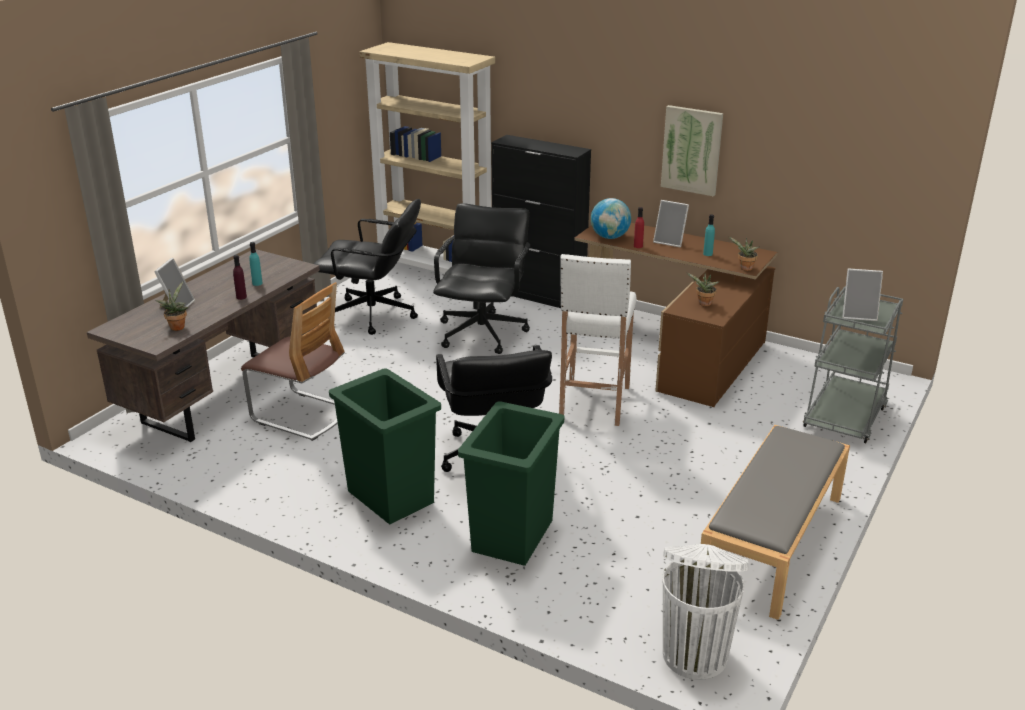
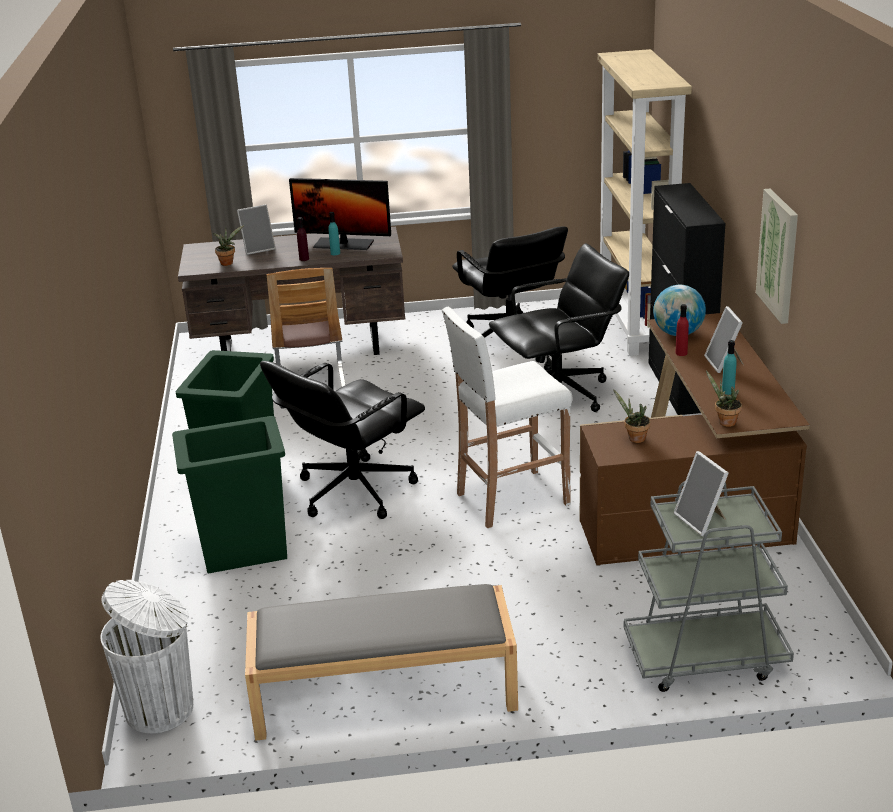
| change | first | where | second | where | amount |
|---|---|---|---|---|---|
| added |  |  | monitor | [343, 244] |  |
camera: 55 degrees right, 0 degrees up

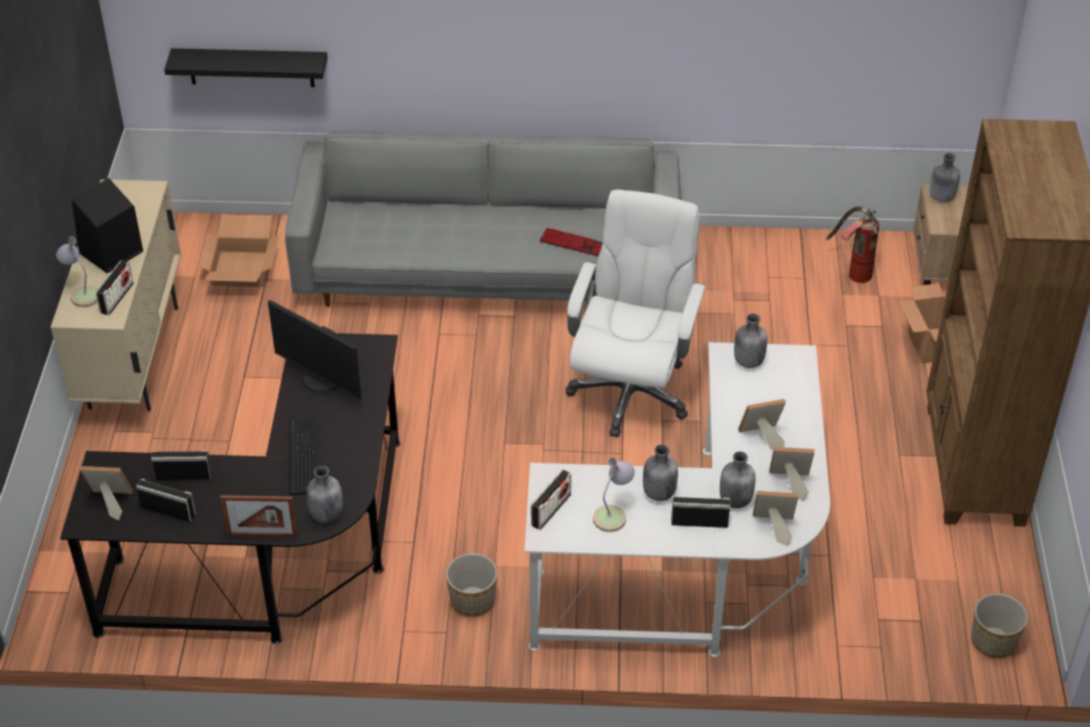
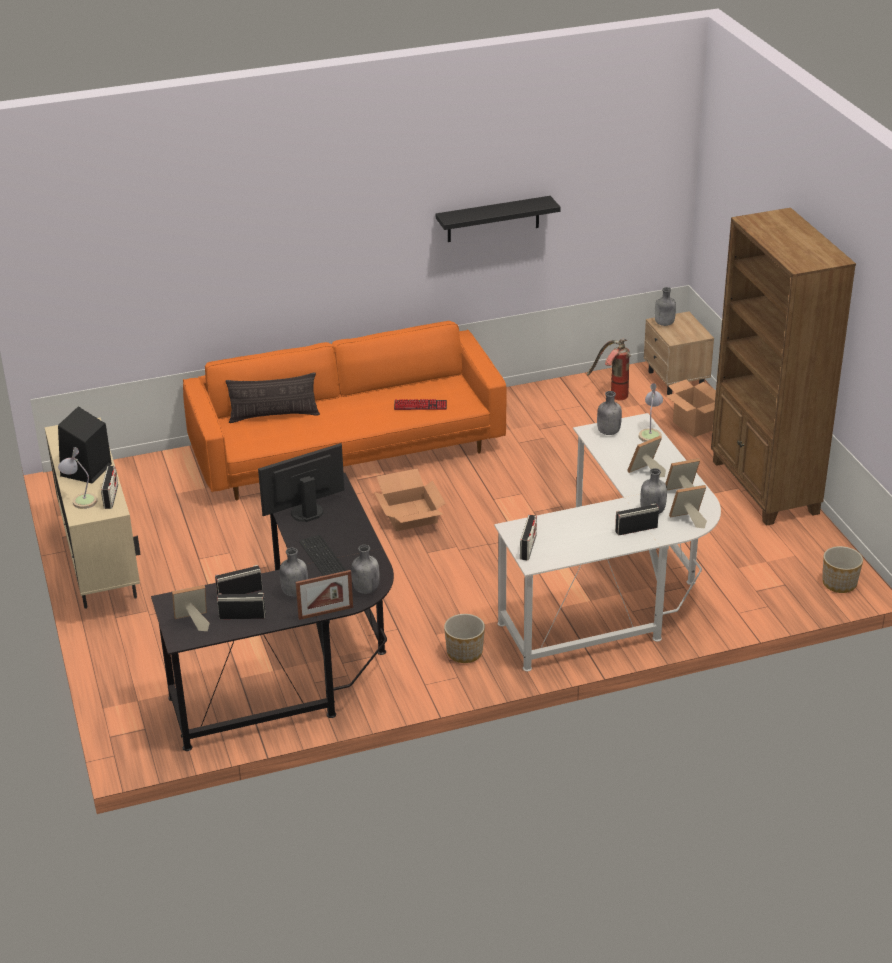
| change | first | where | second | where | amount |
|---|---|---|---|---|---|
| moved | black shelf | [251, 67] |  | [493, 219] |  |
| recoloured | grey sofa | [488, 270] | orange sofa | [347, 450] |  |
| removed | white office chair | [630, 391] |  |  |  |
| moved | cardboard box | [240, 268] |  | [409, 514] |  |
| turned | monitor | [321, 380] |  | [306, 511] | 135 degrees clockwise |
| moved | grey bottle | [658, 493] |  | [294, 592] |  |
| moved | table lamp | [613, 514] |  | [650, 433] |  |
| added |  |  | pillow | [274, 416] |  |
camera: 20 degrees left, 10 degrees down

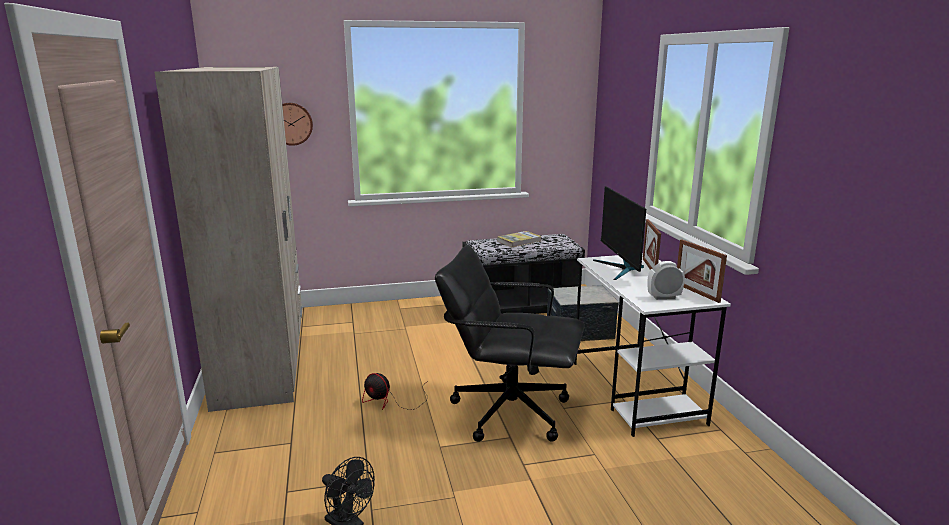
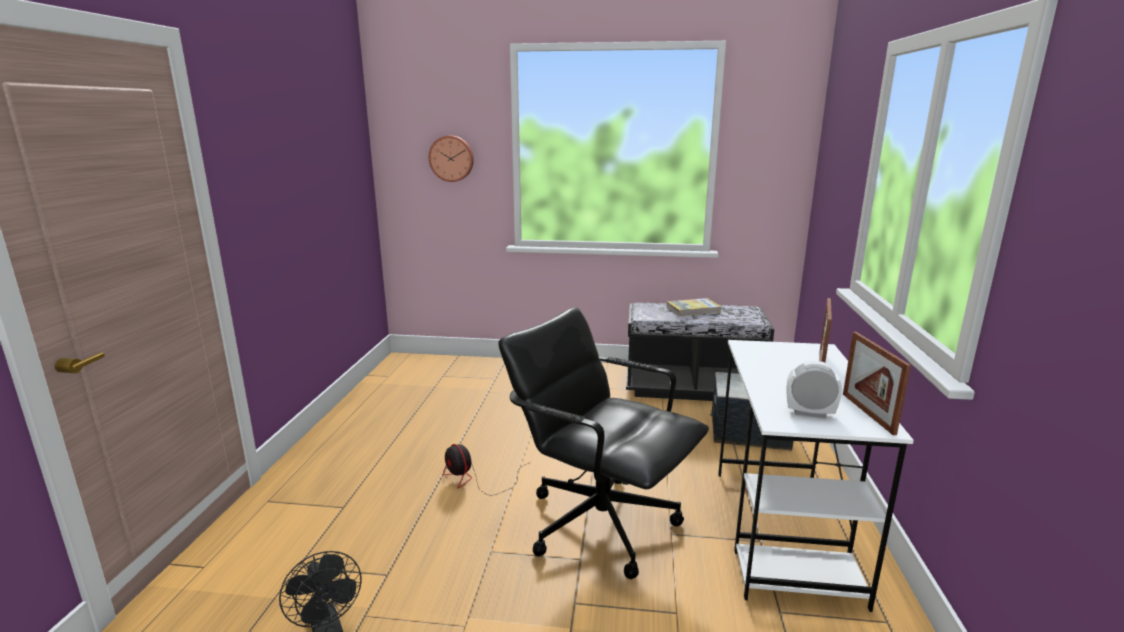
| change | first | where | second | where | amount |
|---|---|---|---|---|---|
| removed | beige wardrobe | [263, 357] |  |  |  |
| removed | monitor | [620, 269] |  |  |  |
camera: 20 degrees right, 0 degrees up

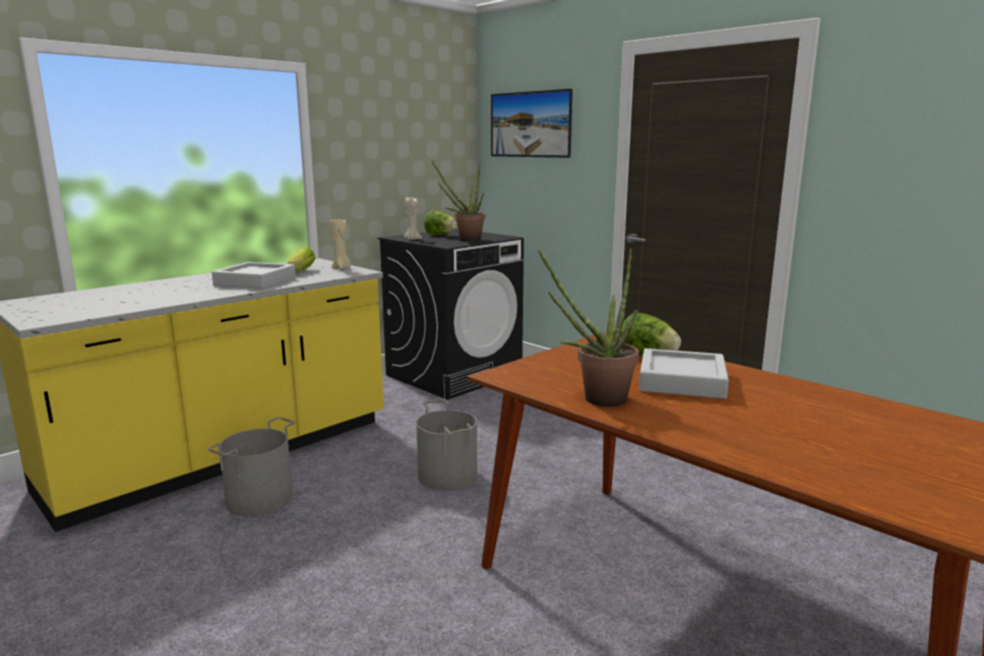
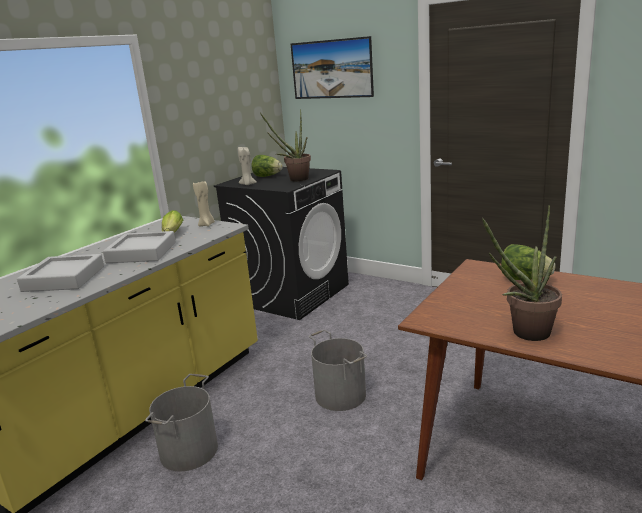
| change | first | where | second | where | amount |
|---|---|---|---|---|---|
| moved | grey tray | [682, 381] |  | [64, 279] |  |
camera: 10 degrees left, 5 degrees up

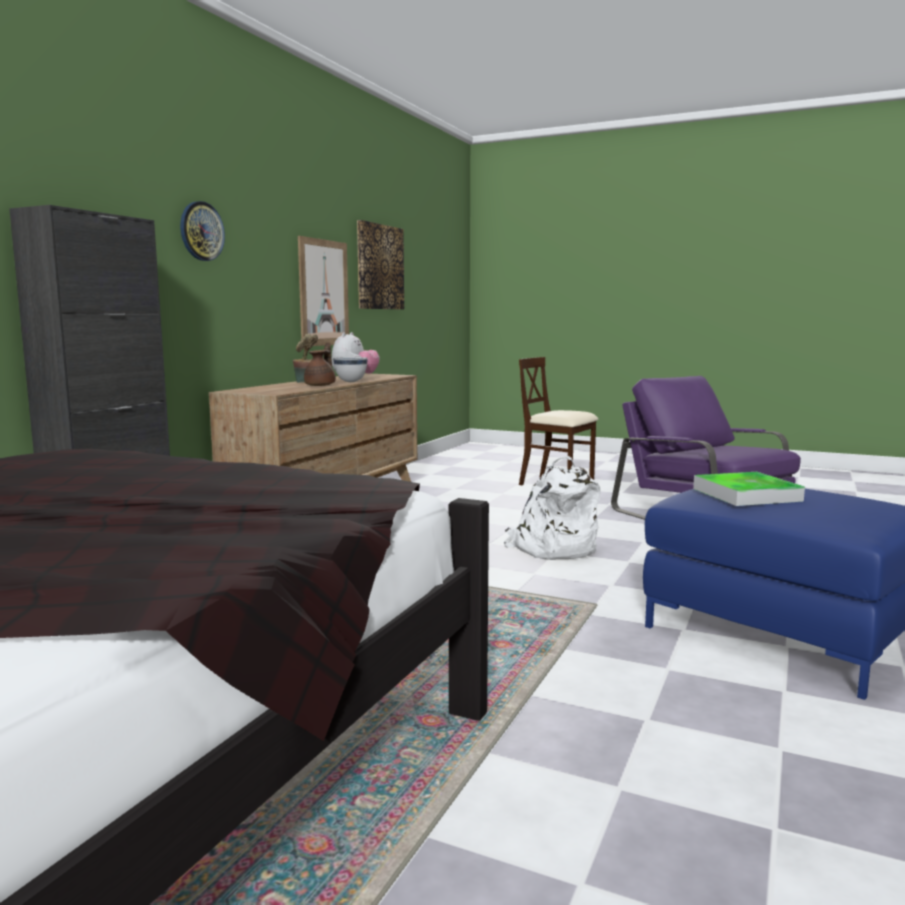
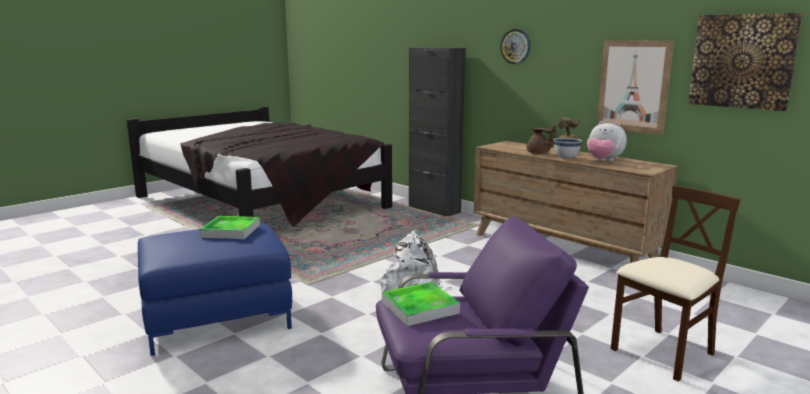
| change | first | where | second | where | amount |
|---|---|---|---|---|---|
| added |  |  | tray | [420, 307] |  |
camera: 110 degrees right, 5 degrees up

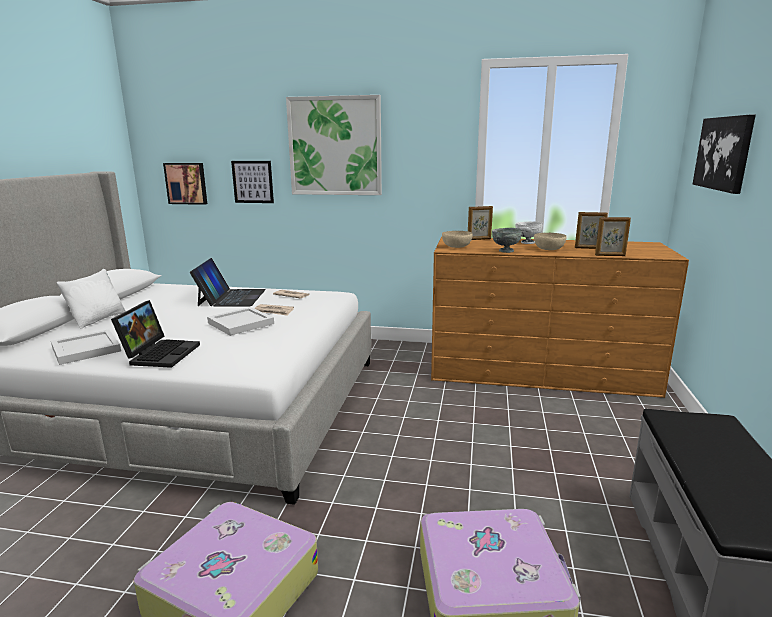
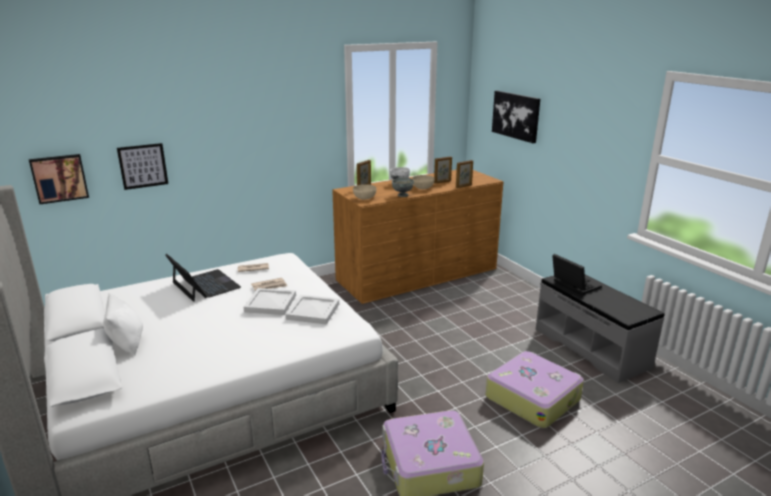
| change | first | where | second | where | amount |
|---|---|---|---|---|---|
| removed | picture | [335, 146] |  |  |  |
| moved | laptop | [160, 353] |  | [573, 284] |  |
| moved | white tray | [85, 349] |  | [312, 311] |  |
camera: 40 degrees left, 5 degrees up

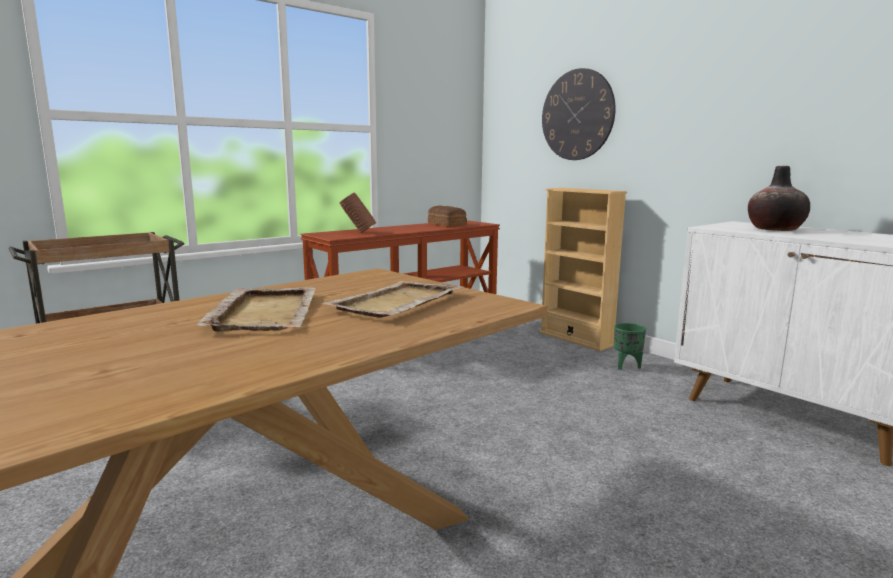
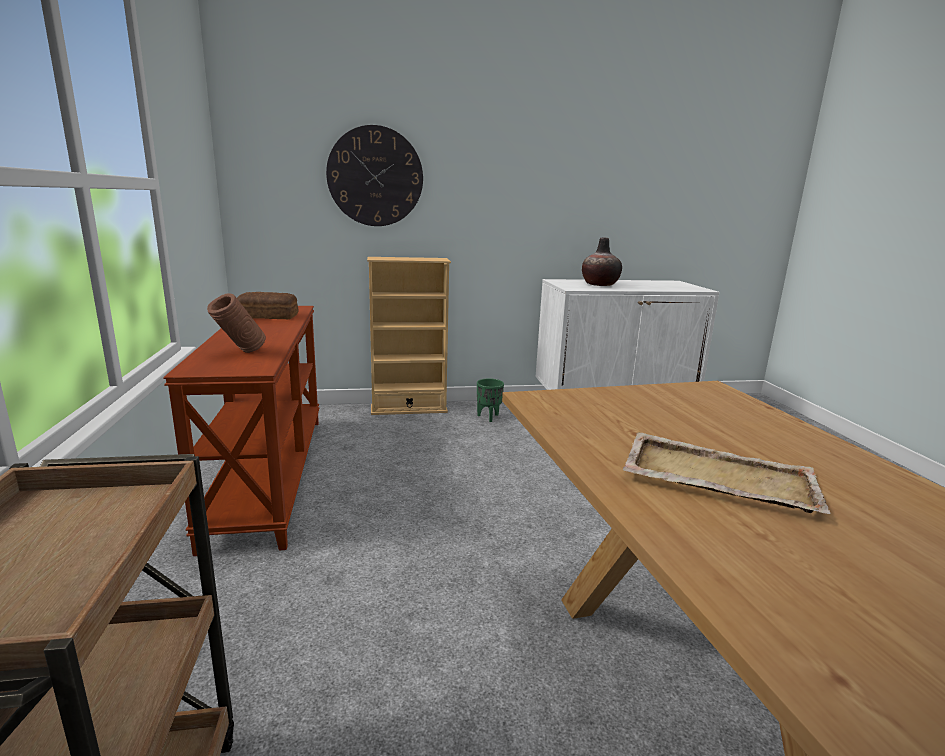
| change | first | where | second | where | amount |
|---|---|---|---|---|---|
| removed | beige tray | [396, 303] |  |  |  |
camera: 60 degrees left, 5 degrees up

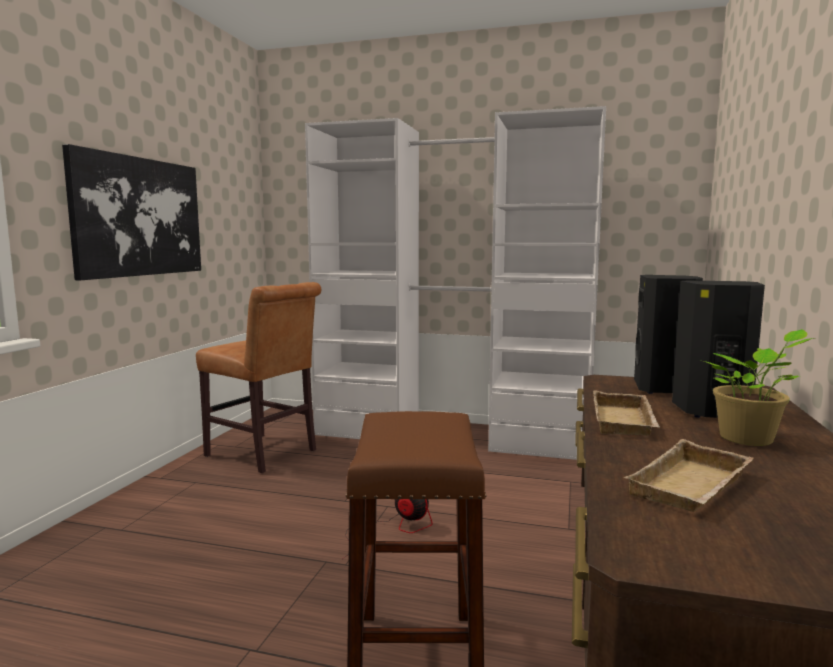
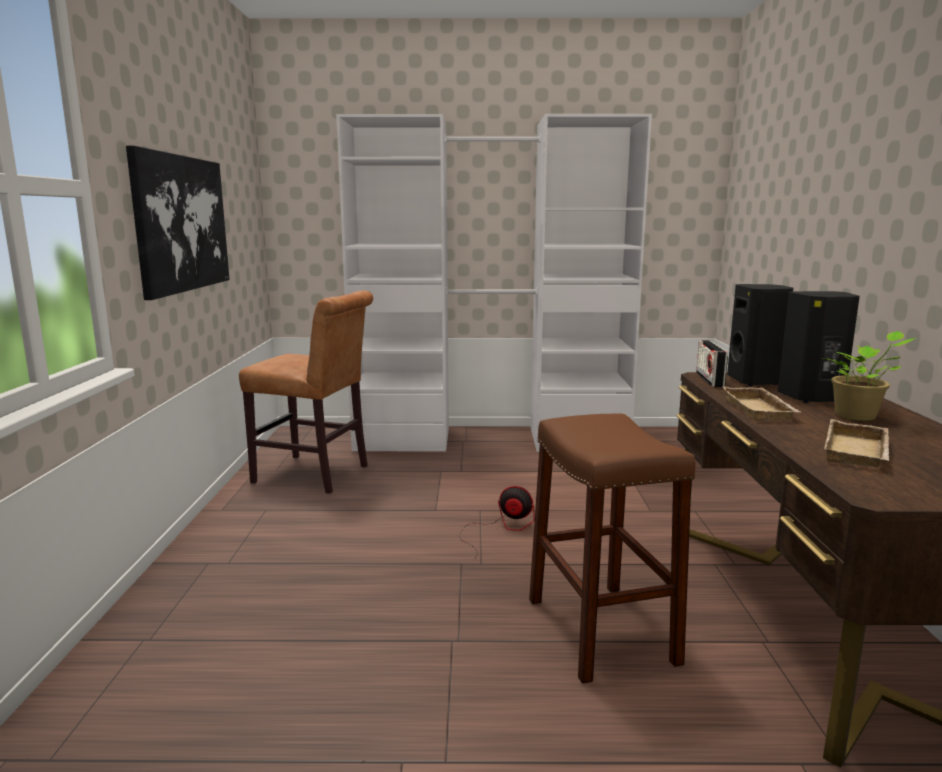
| change | first | where | second | where | amount |
|---|---|---|---|---|---|
| added |  |  | radio | [709, 380] |  |
camera: 15 degrees left, 5 degrees up

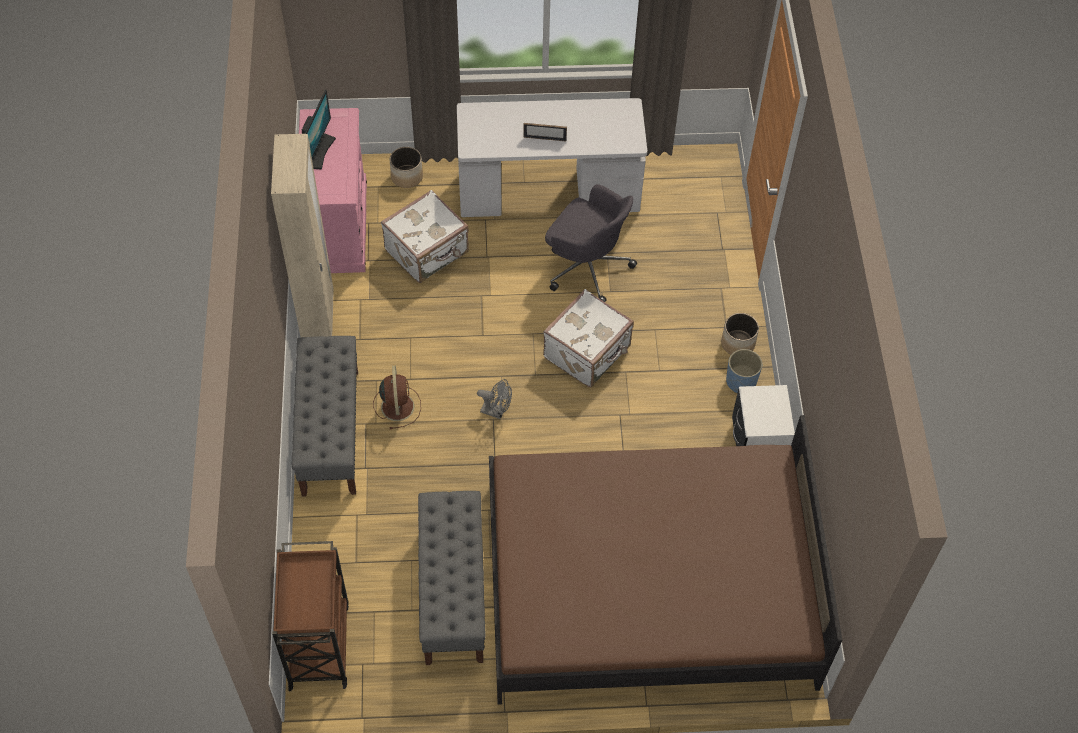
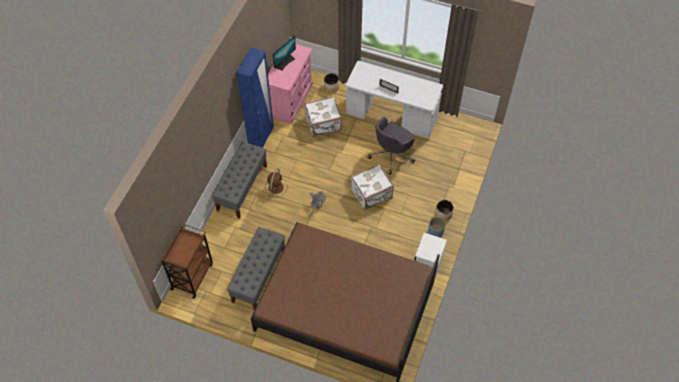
| change | first | where | second | where | amount |
|---|---|---|---|---|---|
| recoloured | beige wardrobe | [319, 321] | blue wardrobe | [261, 138] |  |
| turned | grey office chair | [586, 266] |  | [391, 155] | 75 degrees clockwise |
camera: 25 degrees right, 0 degrees up

